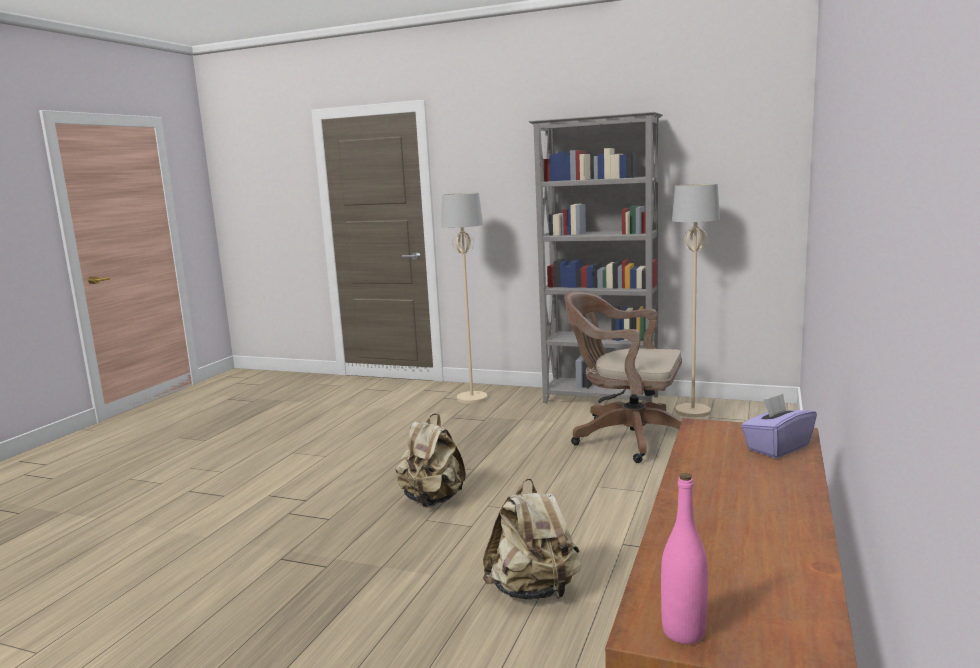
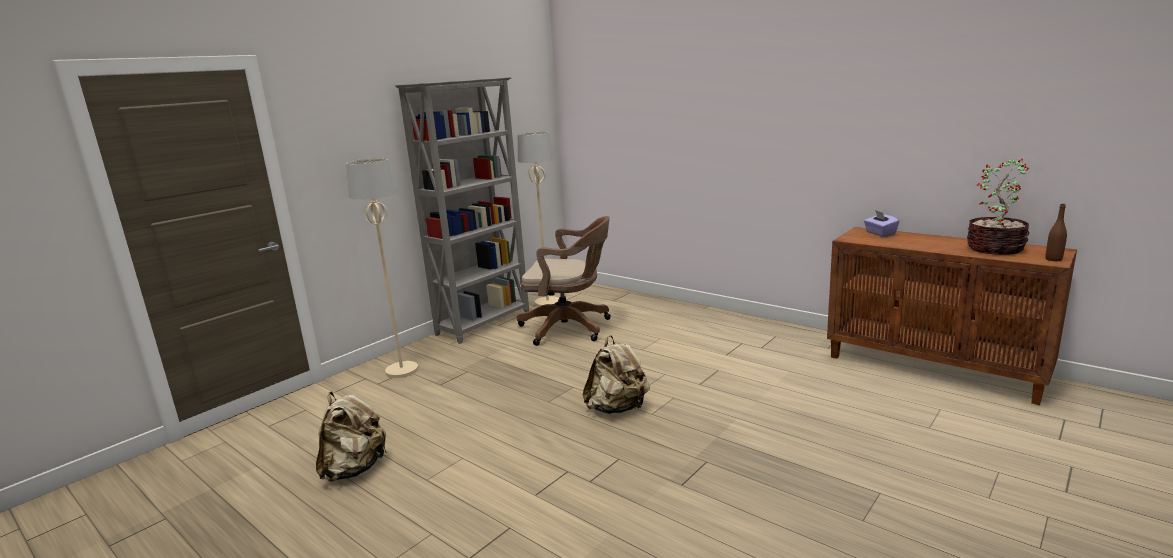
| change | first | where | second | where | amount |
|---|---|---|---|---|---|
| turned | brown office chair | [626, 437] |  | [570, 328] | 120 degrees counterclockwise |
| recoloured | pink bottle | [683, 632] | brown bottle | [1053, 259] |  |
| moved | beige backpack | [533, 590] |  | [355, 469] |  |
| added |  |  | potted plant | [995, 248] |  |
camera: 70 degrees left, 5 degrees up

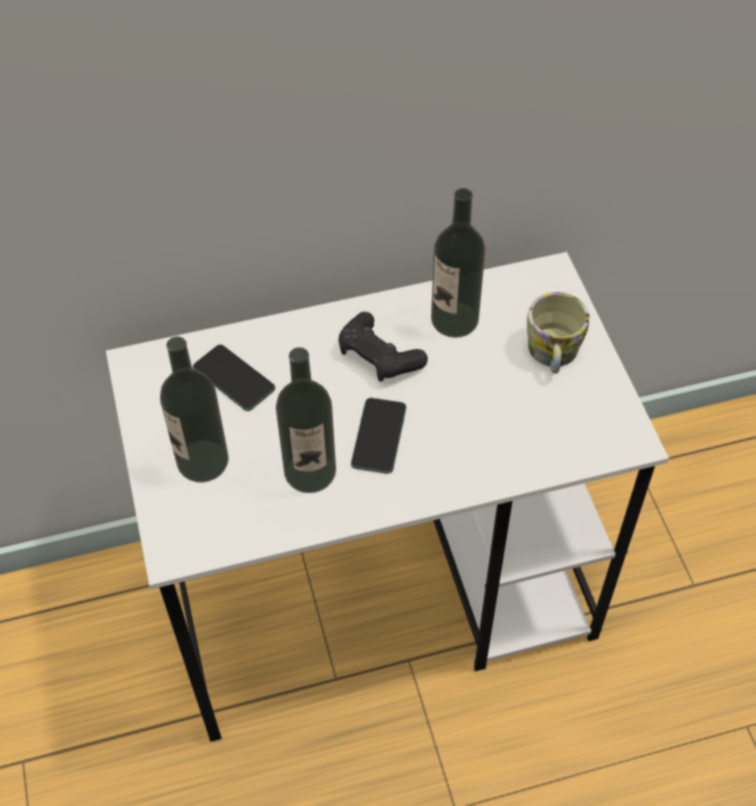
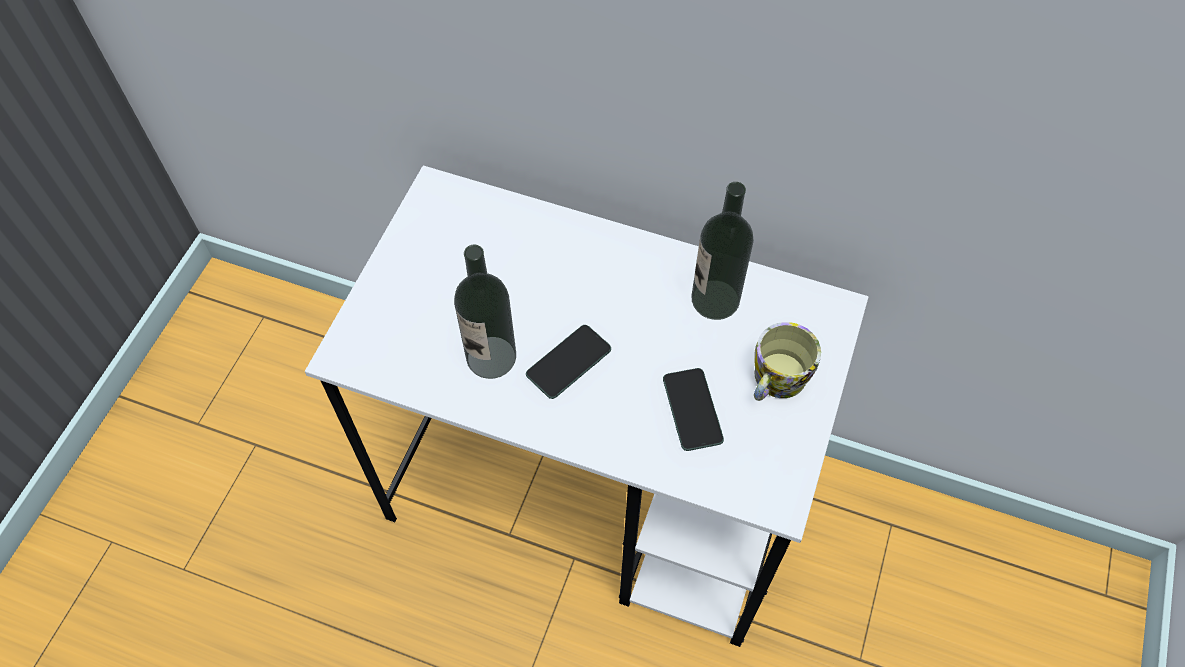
| change | first | where | second | where | amount |
|---|---|---|---|---|---|
| removed | black game controller | [379, 356] |  |  |  |
| removed | bottle | [202, 461] |  |  |  |
| moved | phone | [234, 378] |  | [692, 409] |  |
camera: 35 degrees right, 5 degrees up

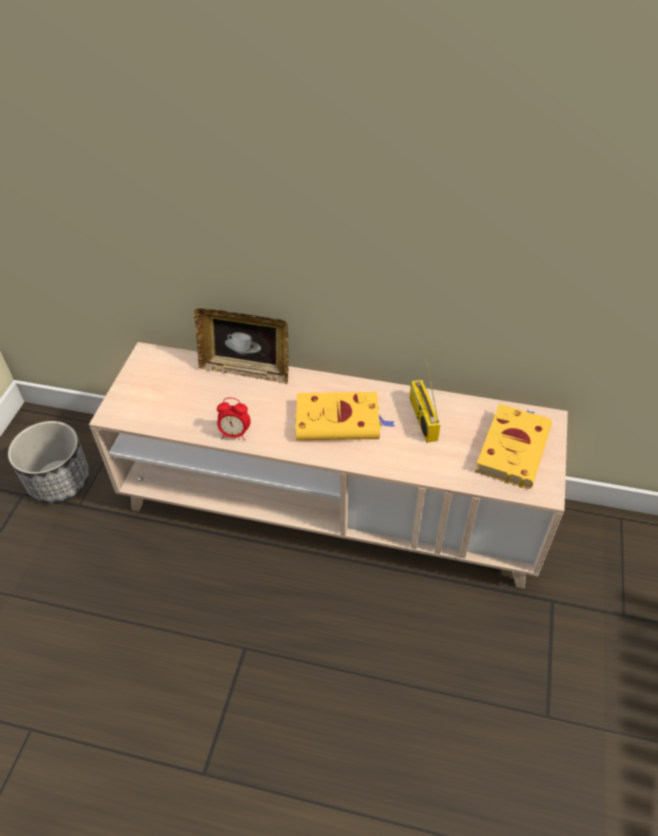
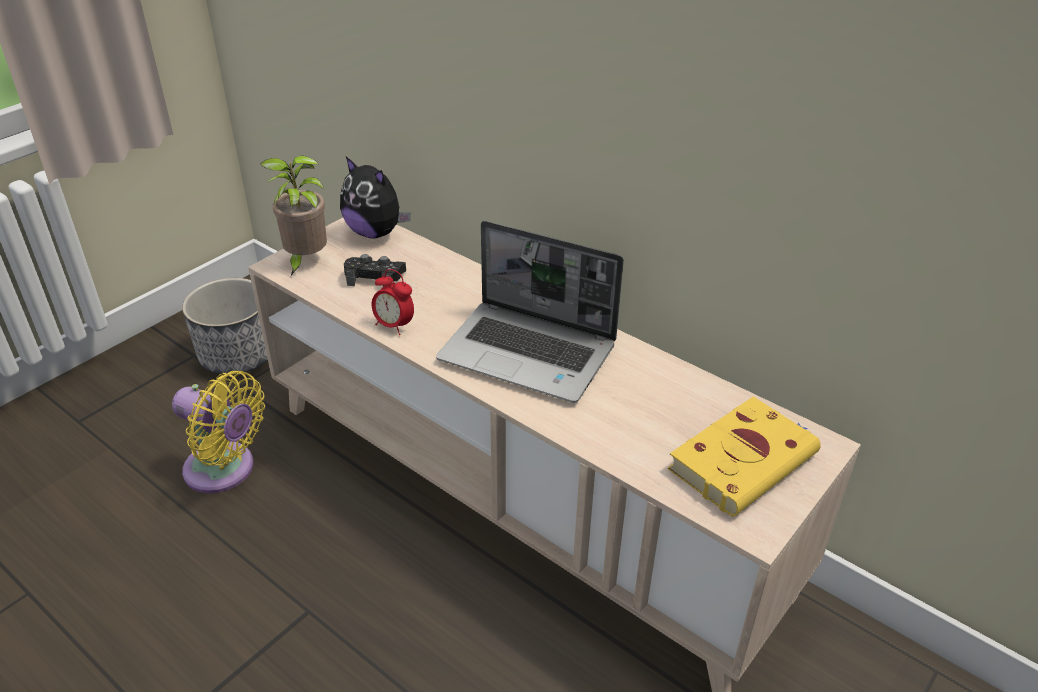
| change | first | where | second | where | amount |
|---|---|---|---|---|---|
| removed | picture frame | [246, 370] |  |  |  |
| removed | radio | [421, 417] |  |  |  |
| replaced | yellow book | [340, 421] | laptop | [530, 353] |  |
| added |  |  | potted plant | [305, 261] |  |
| added |  |  | plush toy | [375, 233] |  |
| added |  |  | black game controller | [375, 277] |  |
| added |  |  | yellow fan | [225, 470] |  |
camera: 25 degrees right, 10 degrees down

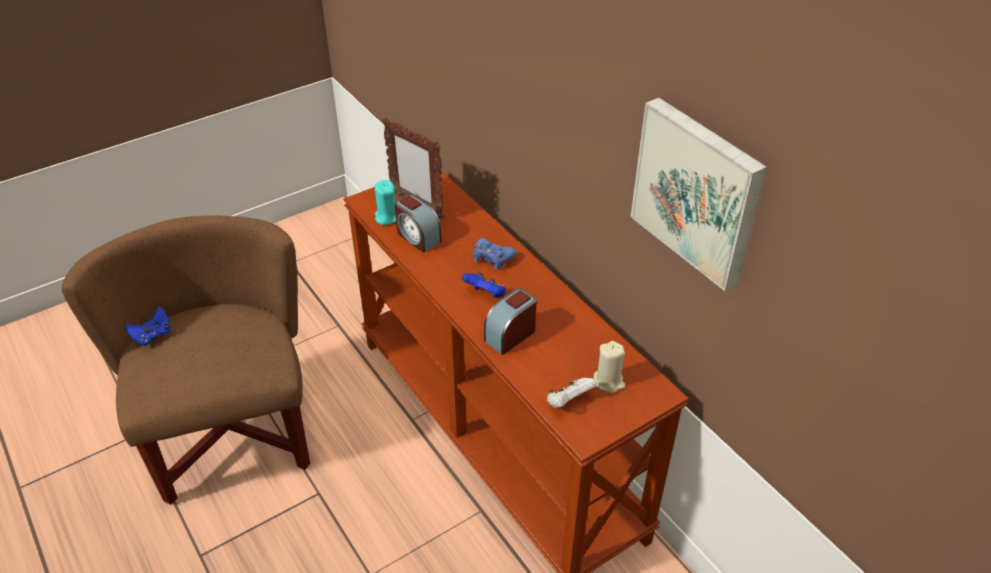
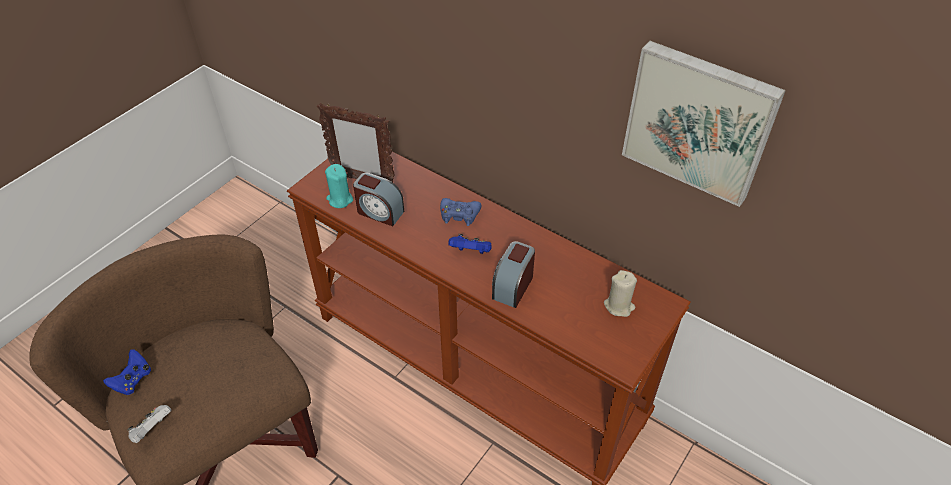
| change | first | where | second | where | amount |
|---|---|---|---|---|---|
| moved | white game controller | [569, 401] |  | [152, 430] |  |
camera: 20 degrees left, 5 degrees up

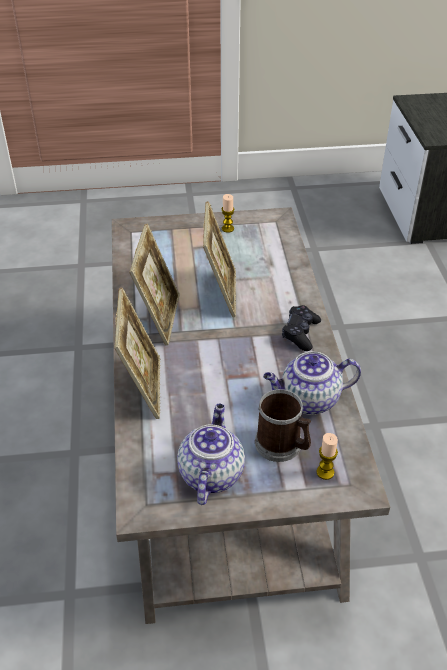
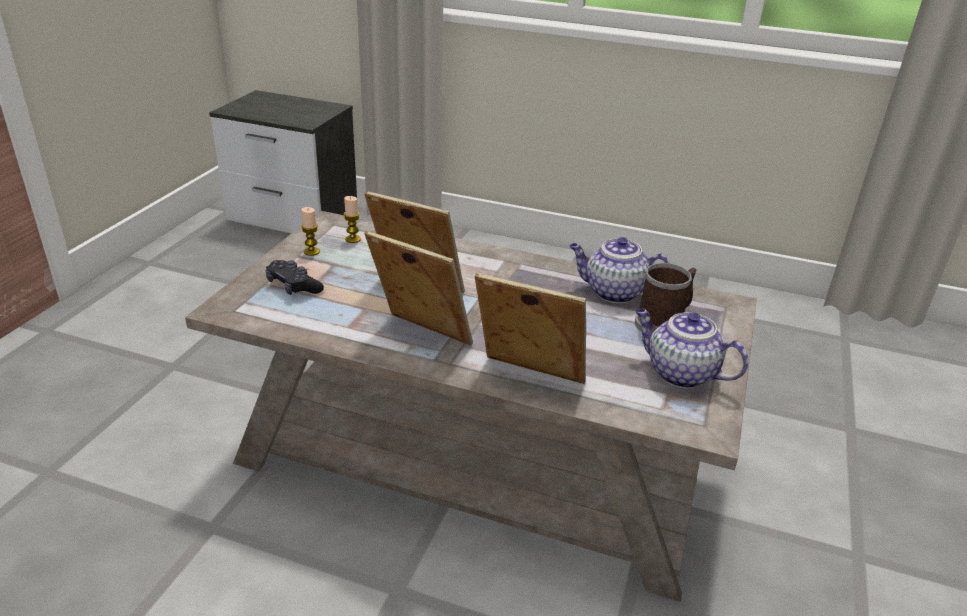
| change | first | where | second | where | amount |
|---|---|---|---|---|---|
| moved | black game controller | [300, 333] |  | [293, 286] |  |
| turned | teapot | [308, 400] |  | [613, 292] | 90 degrees clockwise |
| moved | candle | [325, 472] |  | [353, 239] |  |
camera: 65 degrees left, 10 degrees down

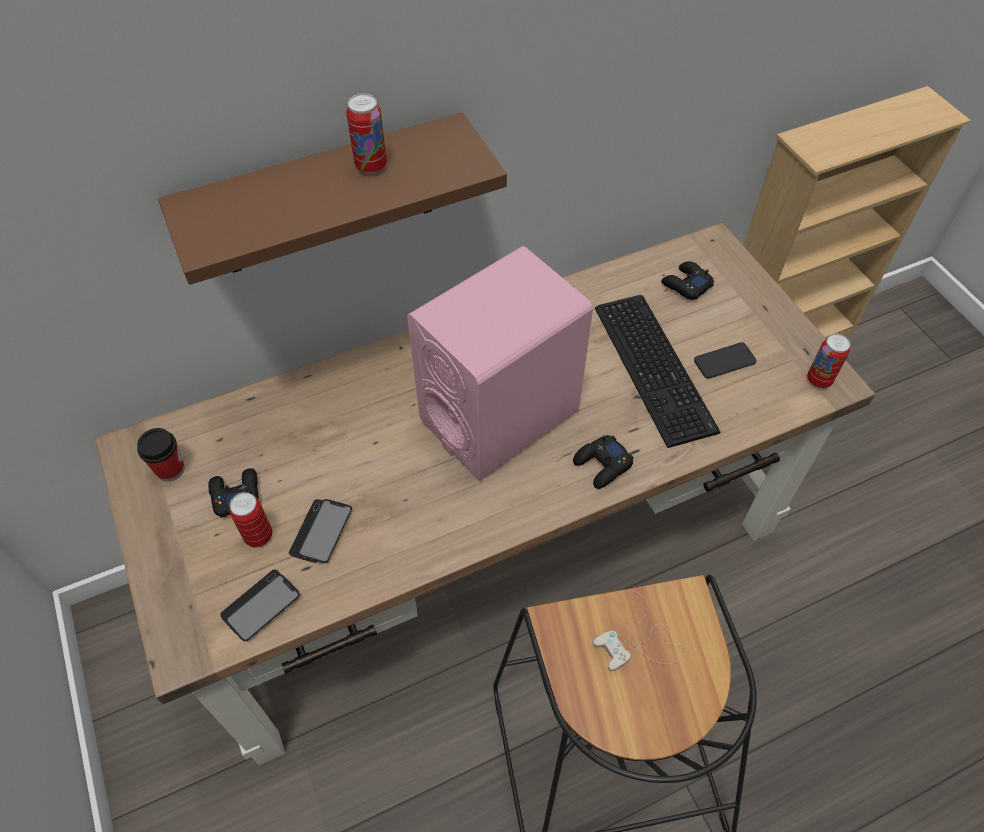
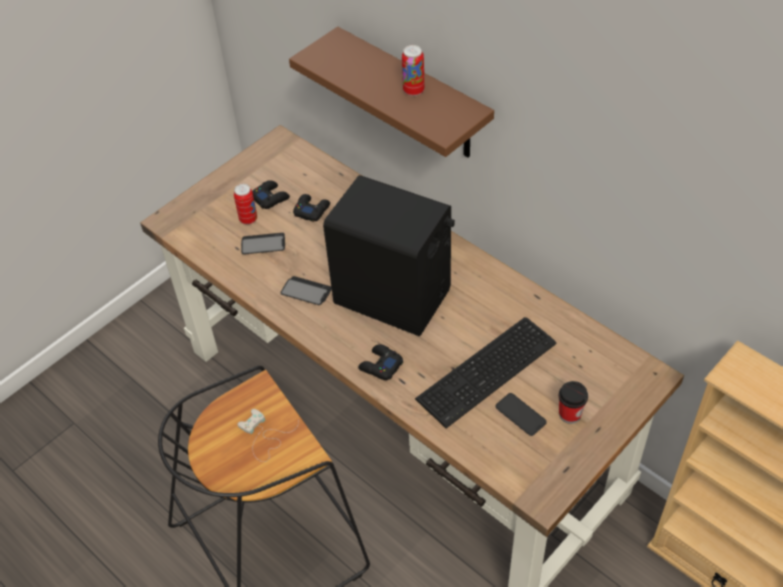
| change | first | where | second | where | amount |
|---|---|---|---|---|---|
| recoloured | pink speaker | [500, 415] | black speaker | [393, 297] |  |
| moved | black game controller | [686, 285] |  | [311, 210] |  |
| removed | can | [819, 380] |  |  |  |
| moved | cup | [170, 469] |  | [570, 414] |  |
| moved | phone | [261, 606] |  | [306, 291] |  |
camera: 70 degrees right, 5 degrees down

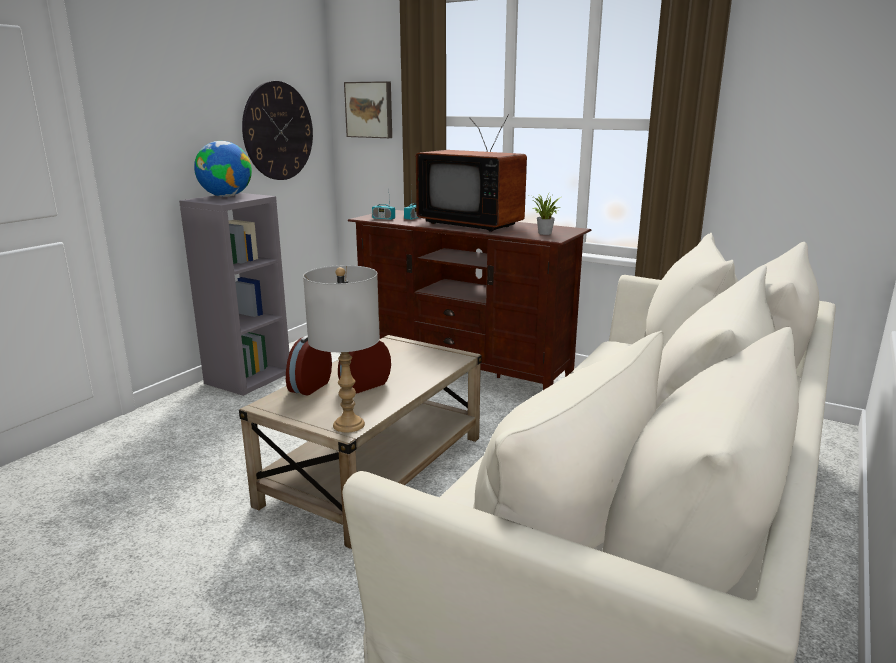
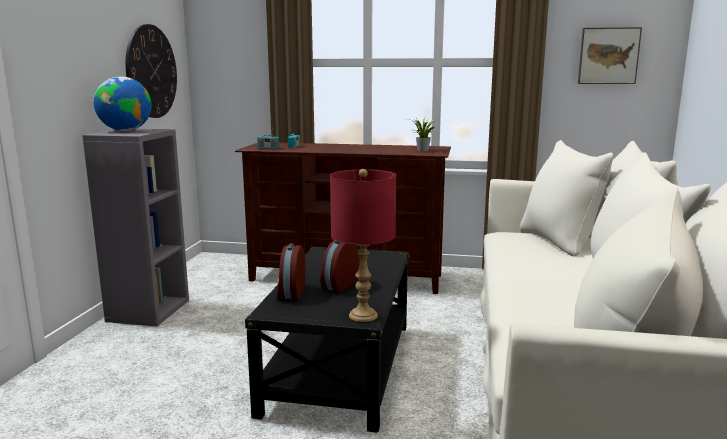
| change | first | where | second | where | amount |
|---|---|---|---|---|---|
| moved | picture | [370, 110] |  | [608, 56] |  |
| removed | television | [473, 224] |  |  |  |
| recoloured | grey table lamp | [348, 424] | red table lamp | [362, 315] |  |
| recoloured | beige coffee table | [375, 471] | black coffee table | [340, 367] |  |
camera: 20 degrees left, 5 degrees down

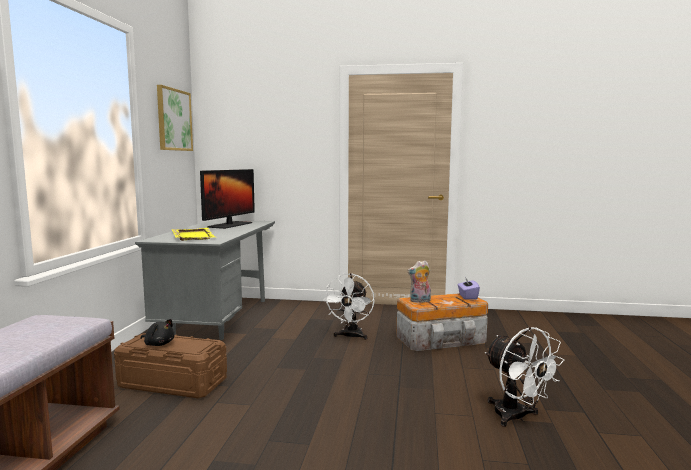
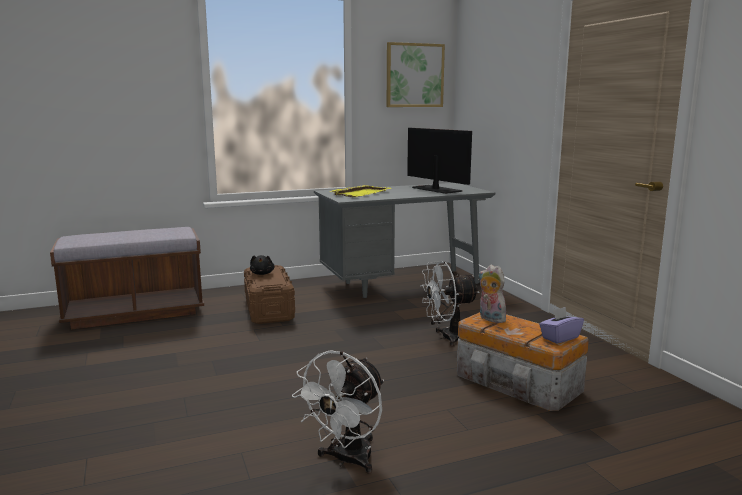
| change | first | where | second | where | amount |
|---|---|---|---|---|---|
| turned | monitor | [230, 225] |  | [436, 189] | 120 degrees counterclockwise |
camera: 60 degrees right, 5 degrees up

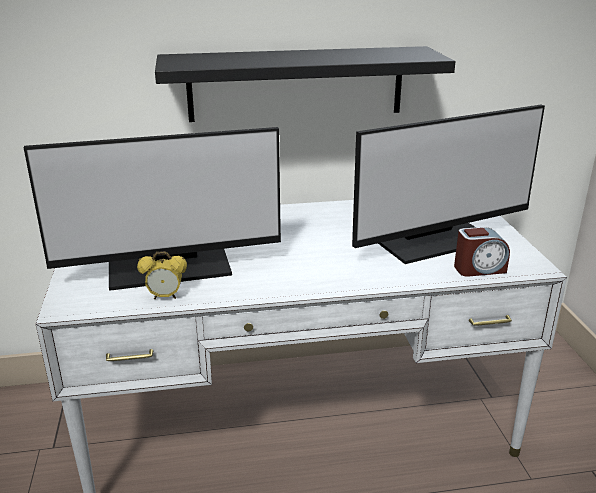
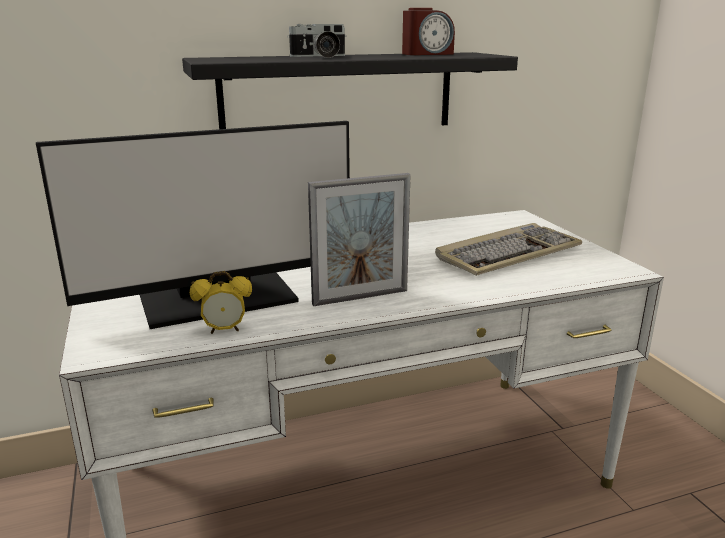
| change | first | where | second | where | amount |
|---|---|---|---|---|---|
| replaced | monitor | [434, 240] | keyboard | [508, 253] |  |
| moved | alarm clock | [479, 269] |  | [426, 54] |  |
| added |  |  | photo camera | [319, 57] |  |
| added |  |  | picture frame | [360, 297] |  |
camera: 10 degrees left, 5 degrees down

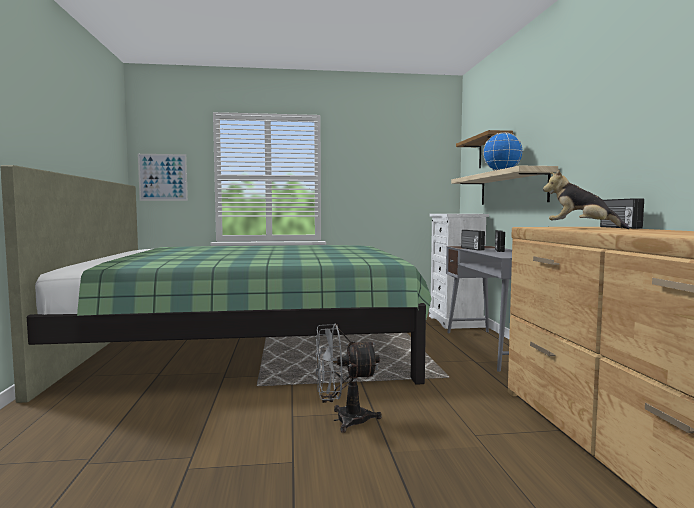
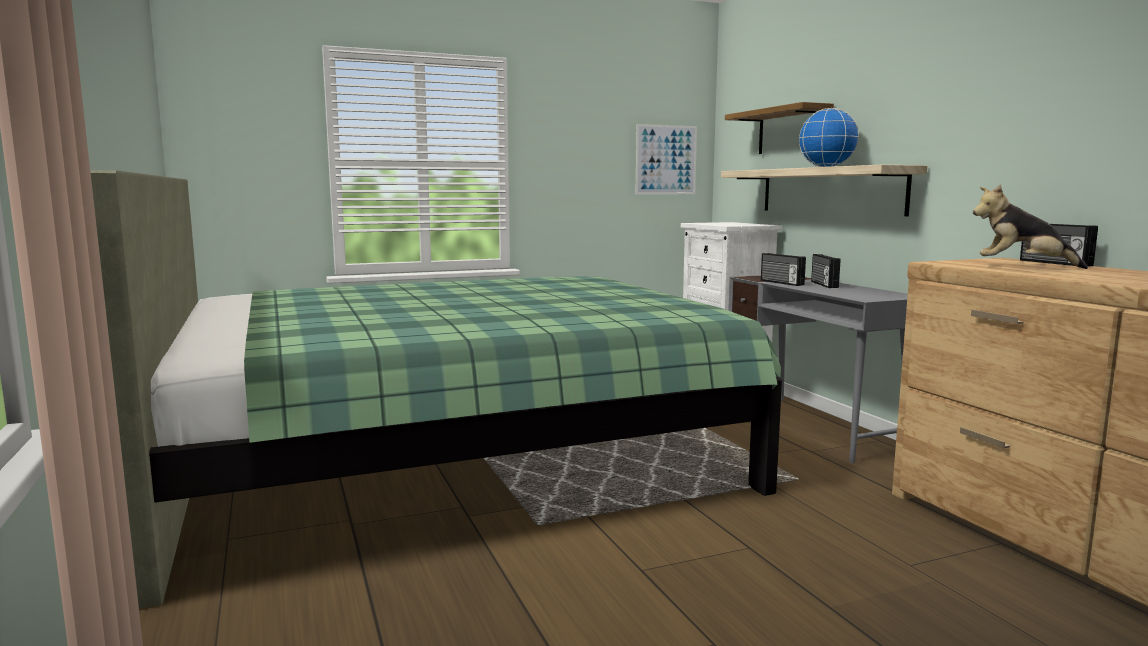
| change | first | where | second | where | amount |
|---|---|---|---|---|---|
| moved | picture | [163, 177] |  | [666, 160] |  |
| removed | grey fan | [343, 420] |  |  |  |
camera: 15 degrees left, 5 degrees up

